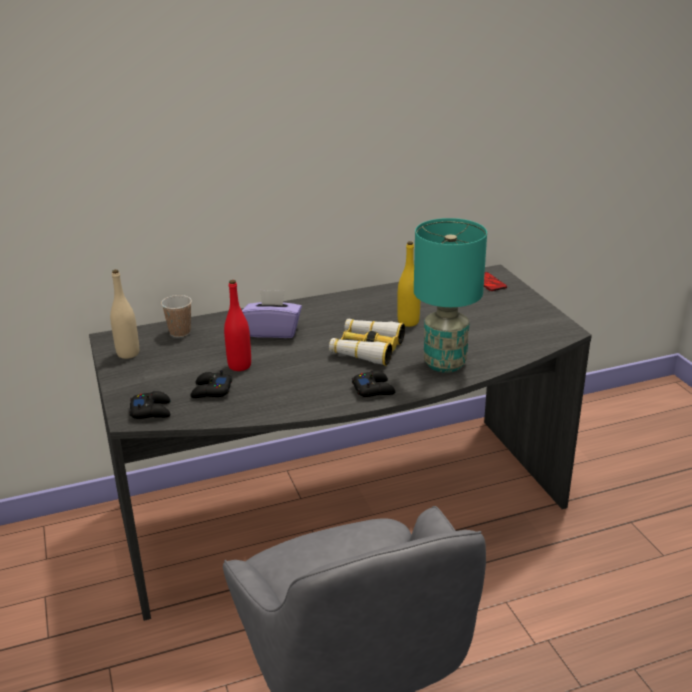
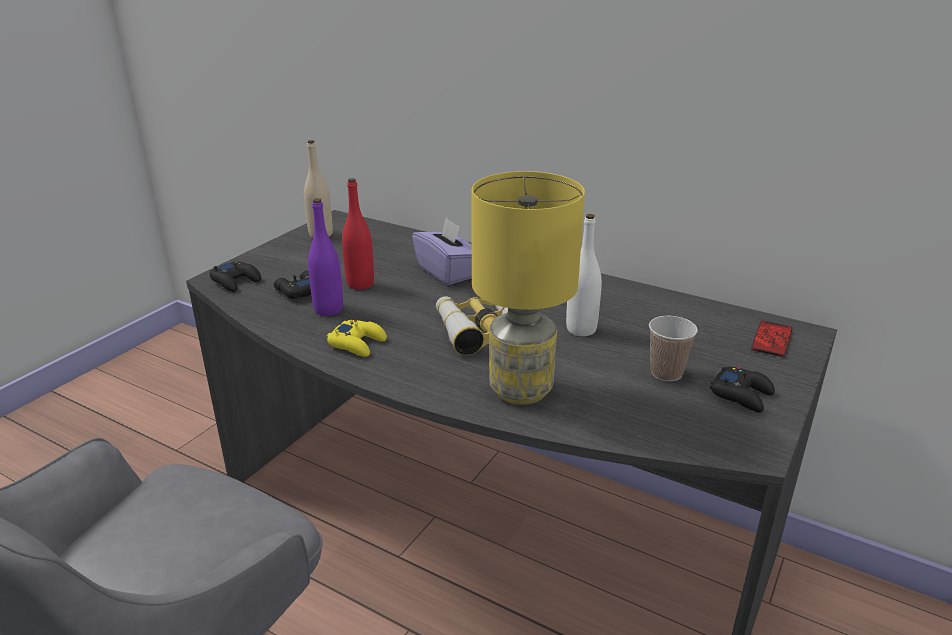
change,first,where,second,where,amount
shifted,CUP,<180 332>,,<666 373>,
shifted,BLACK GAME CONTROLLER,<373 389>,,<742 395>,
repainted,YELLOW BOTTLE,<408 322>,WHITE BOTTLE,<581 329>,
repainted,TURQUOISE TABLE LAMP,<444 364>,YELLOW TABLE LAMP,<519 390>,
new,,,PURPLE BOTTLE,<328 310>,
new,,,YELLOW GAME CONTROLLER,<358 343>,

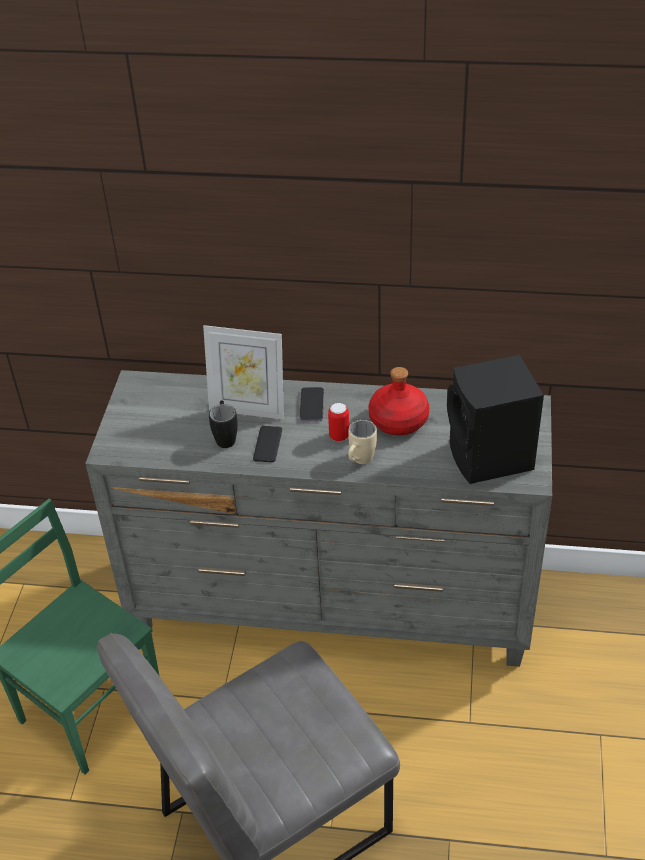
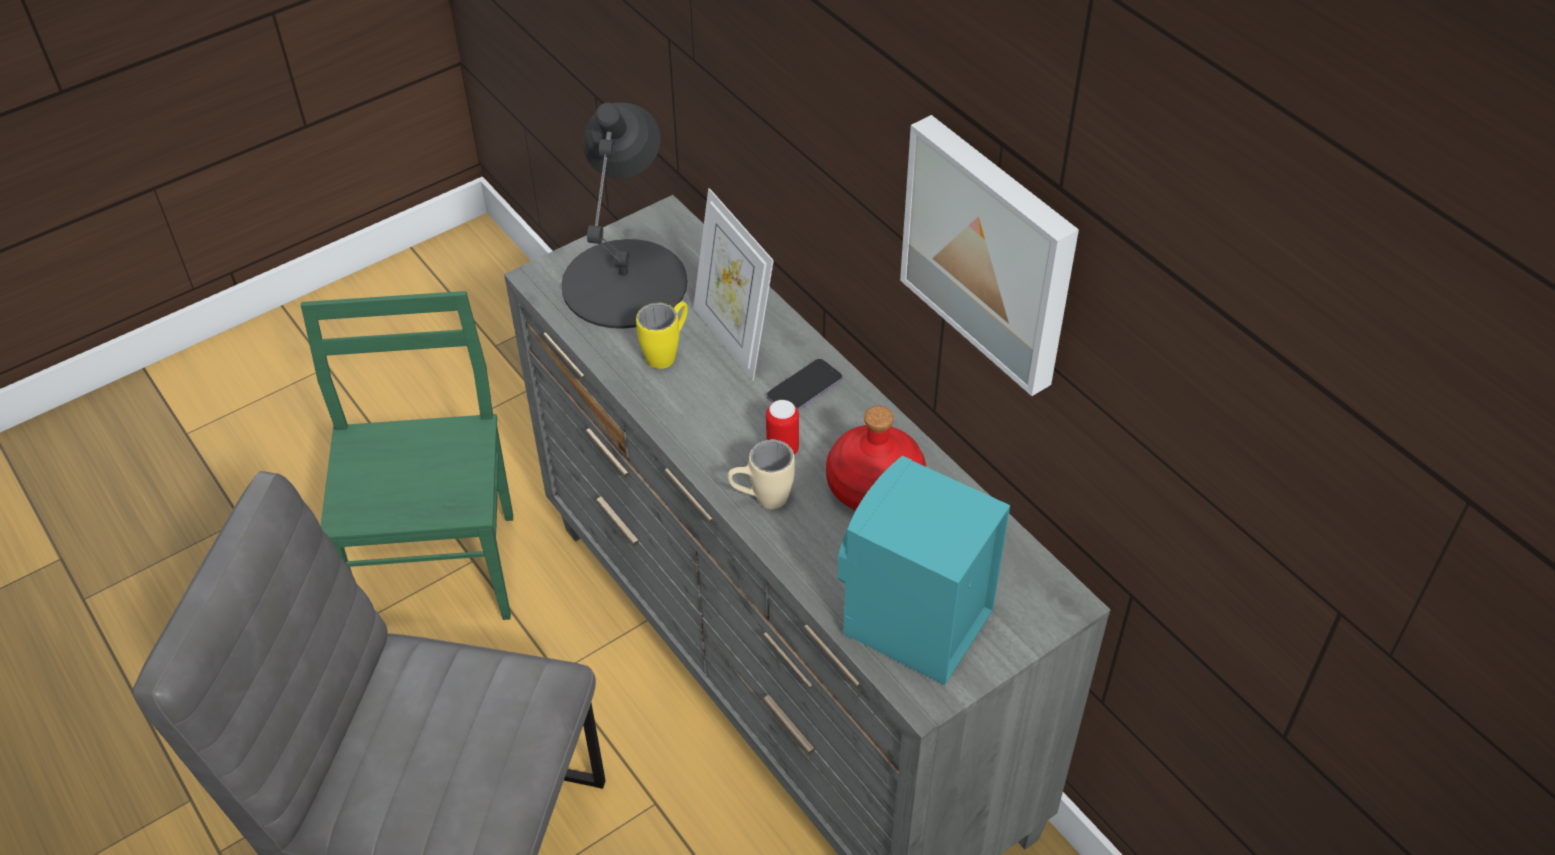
change,first,where,second,where,amount
repainted,BLACK MUG,<225 437>,YELLOW MUG,<667 352>,
gone,PHONE,<267 444>,,,
repainted,BLACK SPEAKER,<490 459>,TURQUOISE SPEAKER,<913 625>,
new,,,BLACK TABLE LAMP,<626 282>,
new,,,PICTURE,<992 251>,

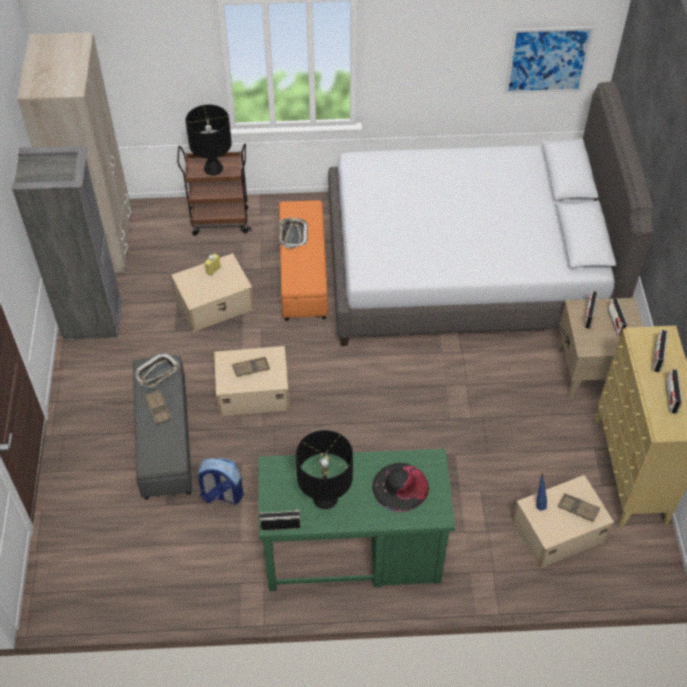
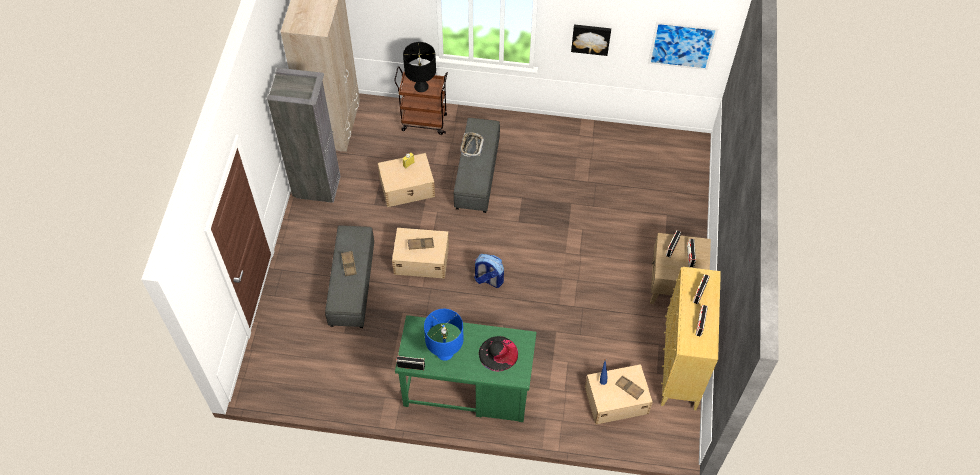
change,first,where,second,where,amount
gone,TRAY,<157 373>,,,
shifted,BACKPACK,<221 494>,,<488 279>,
repainted,ORANGE OTTOMAN,<304 274>,GREY OTTOMAN,<477 174>,
repainted,BLACK TABLE LAMP,<325 499>,BLUE TABLE LAMP,<445 353>,
gone,GREY BED,<467 267>,,,
new,,,PICTURE,<591 38>,

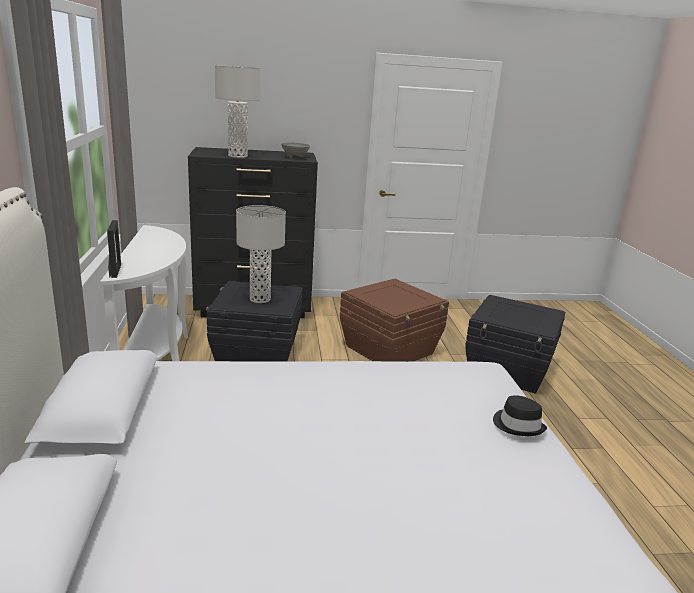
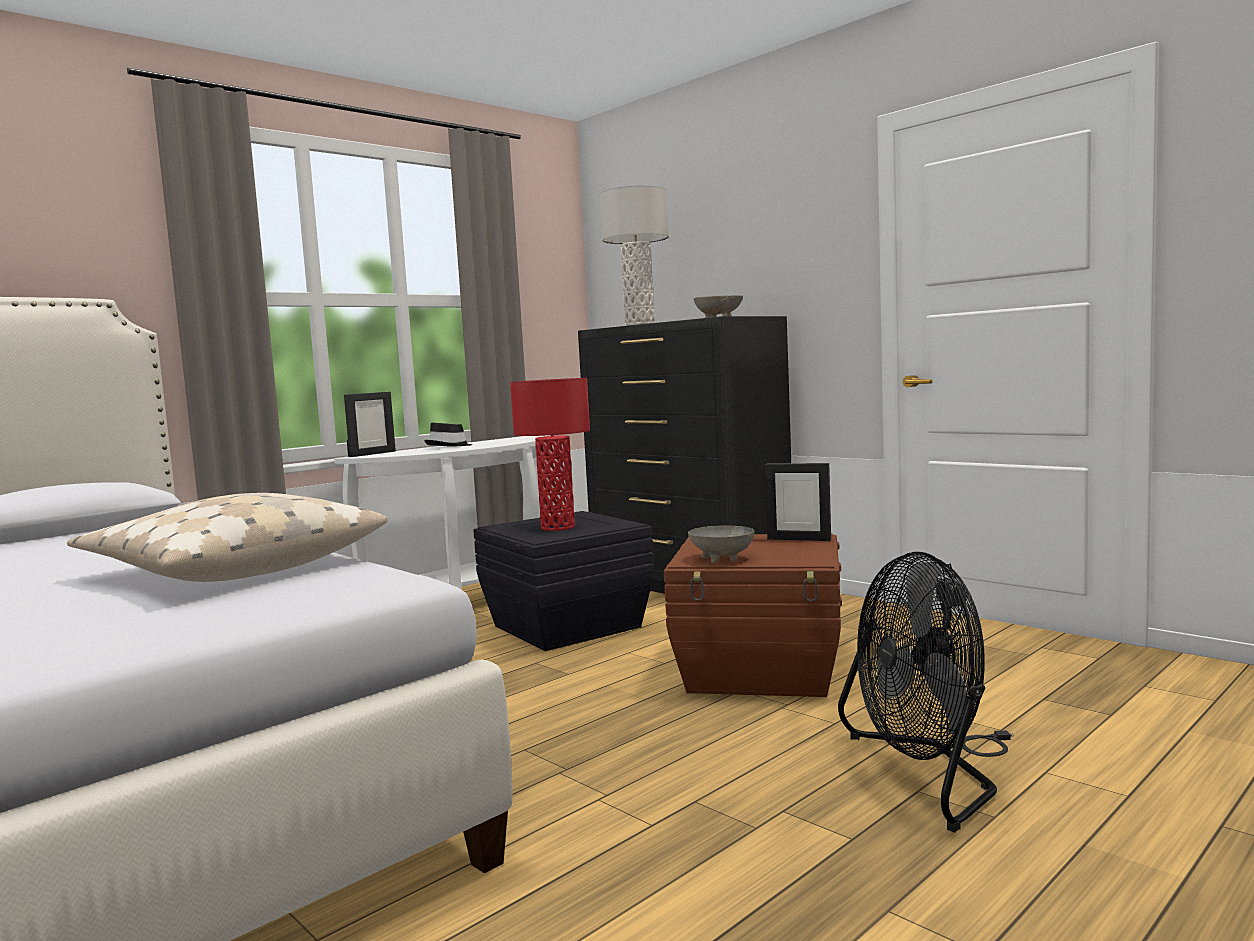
change,first,where,second,where,amount
repainted,WHITE TABLE LAMP,<260 299>,RED TABLE LAMP,<558 527>,
swapped,BLACK STORAGE BOX,<509 370>,BLACK FAN,<932 770>,
shifted,BLACK HAT,<518 425>,,<449 446>,
new,,,BEIGE PILLOW,<232 568>,
new,,,GREY BOWL,<723 559>,
new,,,PICTURE FRAME,<799 539>,

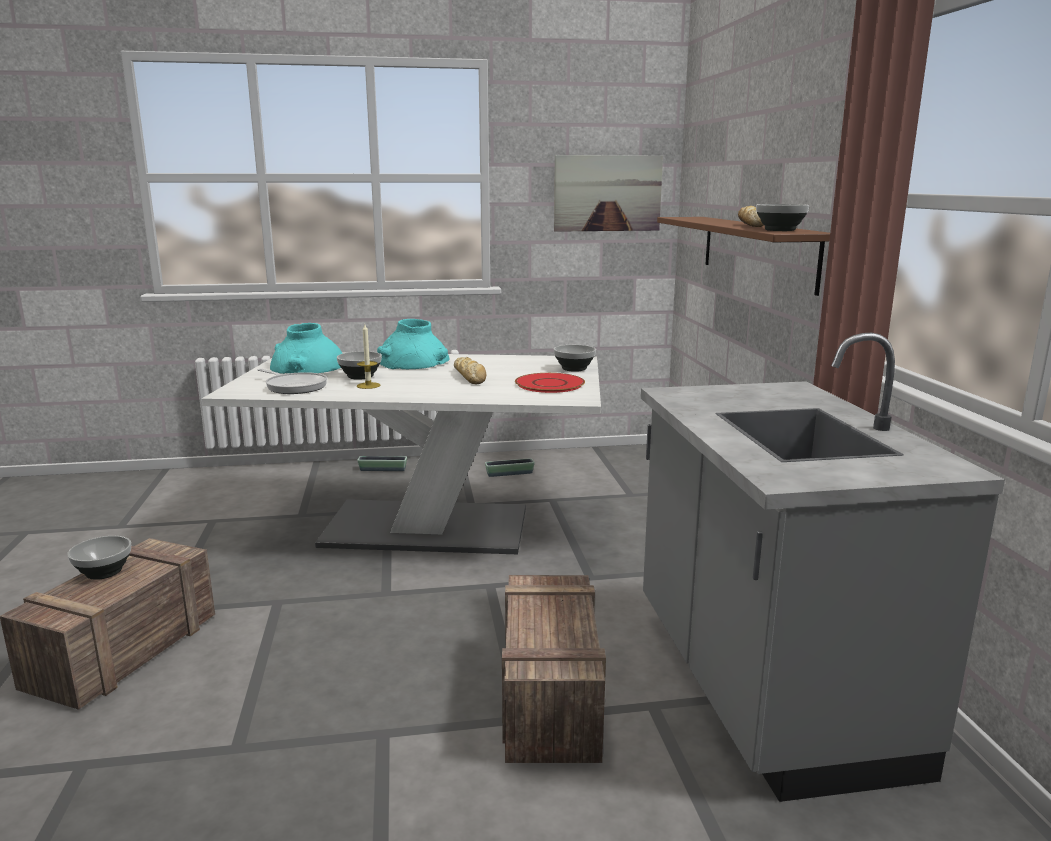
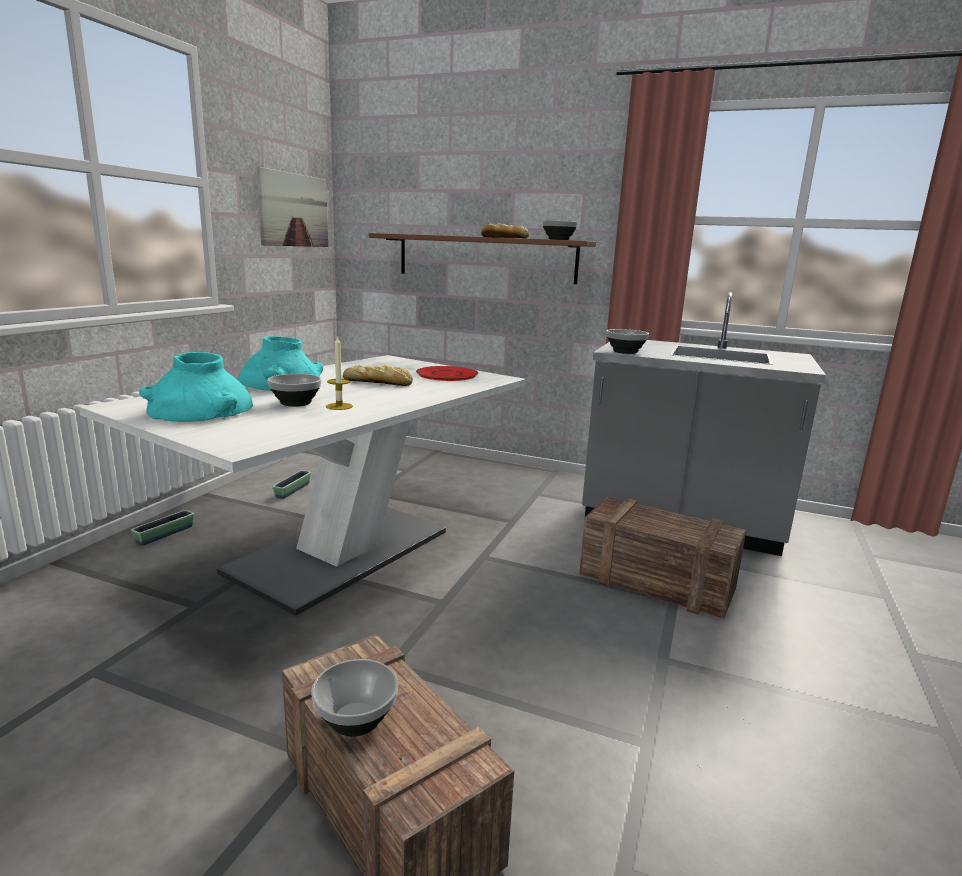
change,first,where,second,where,amount
gone,FRYING PAN,<294 386>,,,
shifted,BOWL,<573 369>,,<625 352>,

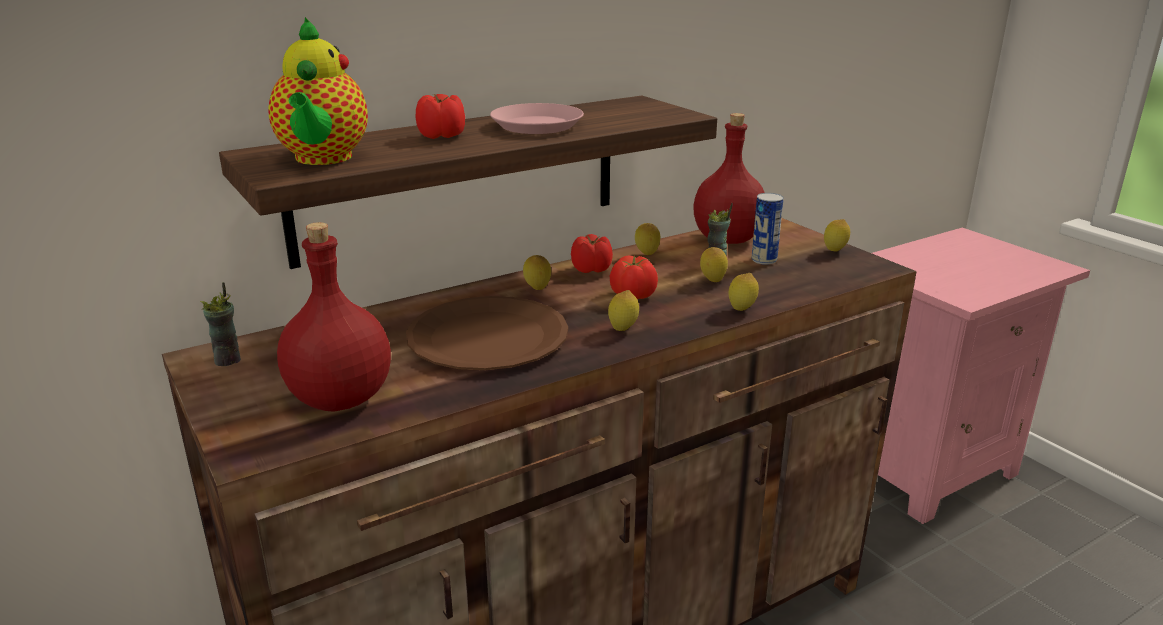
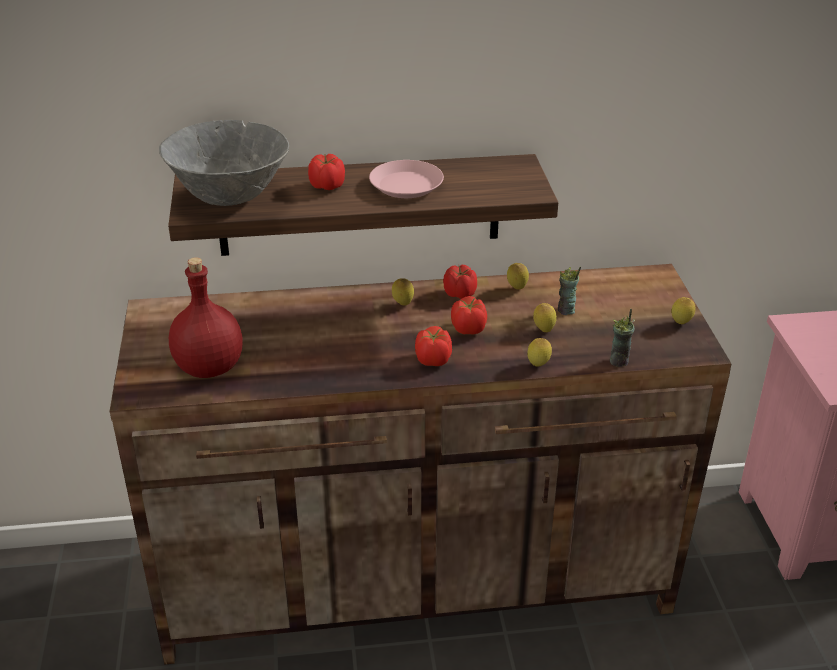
change,first,where,second,where,amount
shifted,CUP,<228 360>,,<619 361>,
swapped,TEAPOT,<323 159>,GREY BOWL,<229 199>,
gone,BROWN PLATE,<488 337>,,,
swapped,LEMON,<623 330>,TOMATO,<432 360>,
gone,RED BOTTLE,<728 239>,,,
gone,CAN,<764 260>,,,

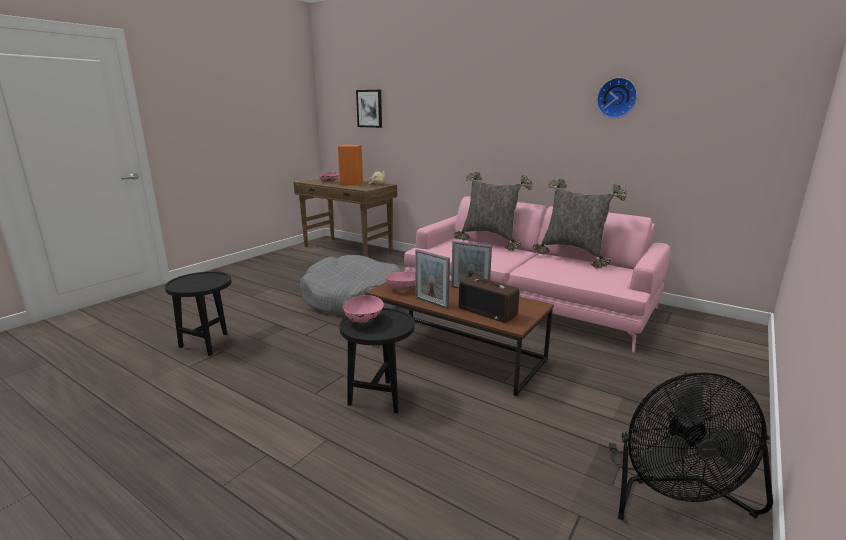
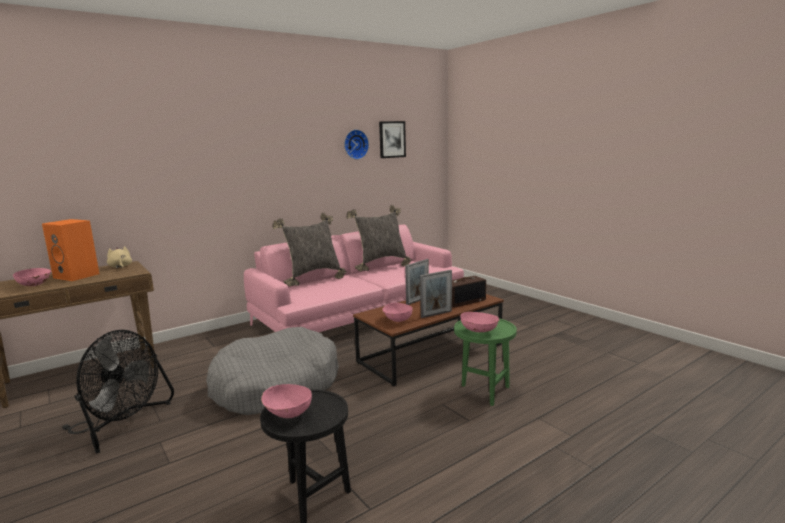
change,first,where,second,where,amount
repainted,BLACK SIDE TABLE,<379 396>,GREEN SIDE TABLE,<483 391>,
shifted,PICTURE,<369 108>,,<392 139>,
shifted,BLACK FAN,<668 495>,,<119 425>,
new,,,PINK BOWL,<287 413>,

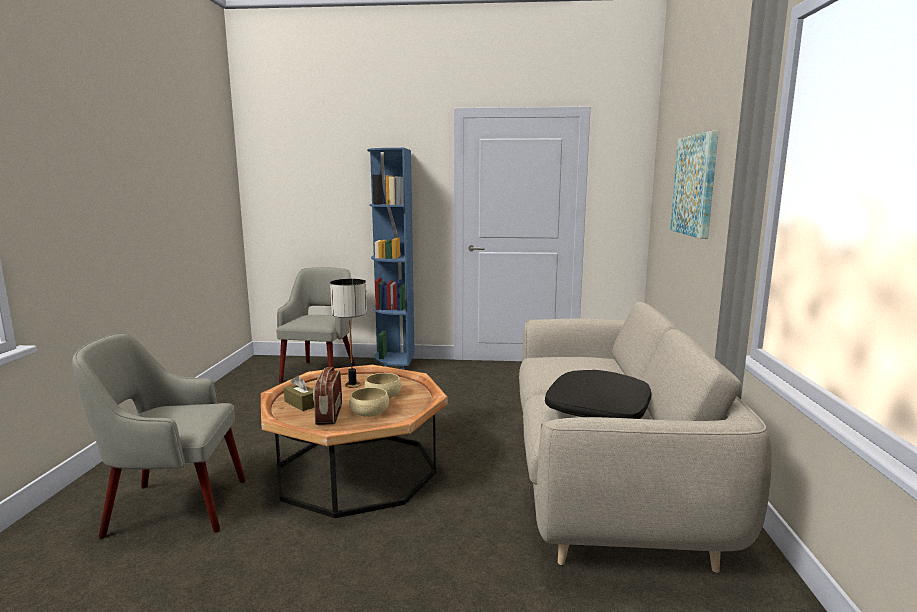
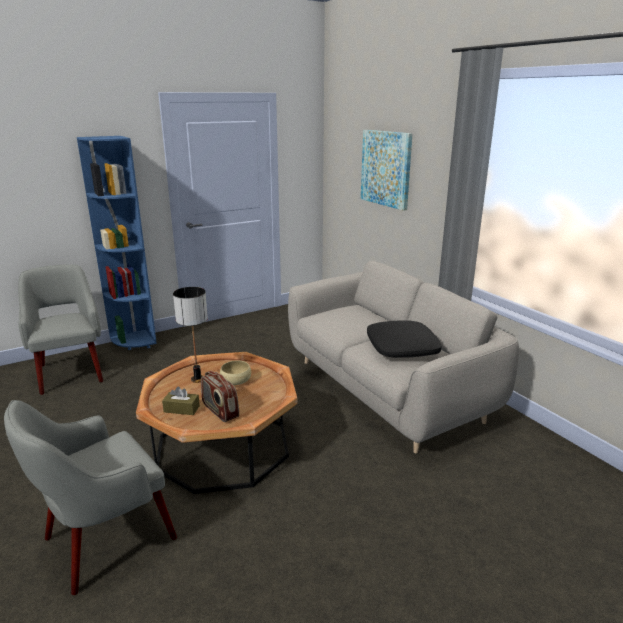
change,first,where,second,where,amount
gone,BEIGE BOWL,<369 412>,,,

